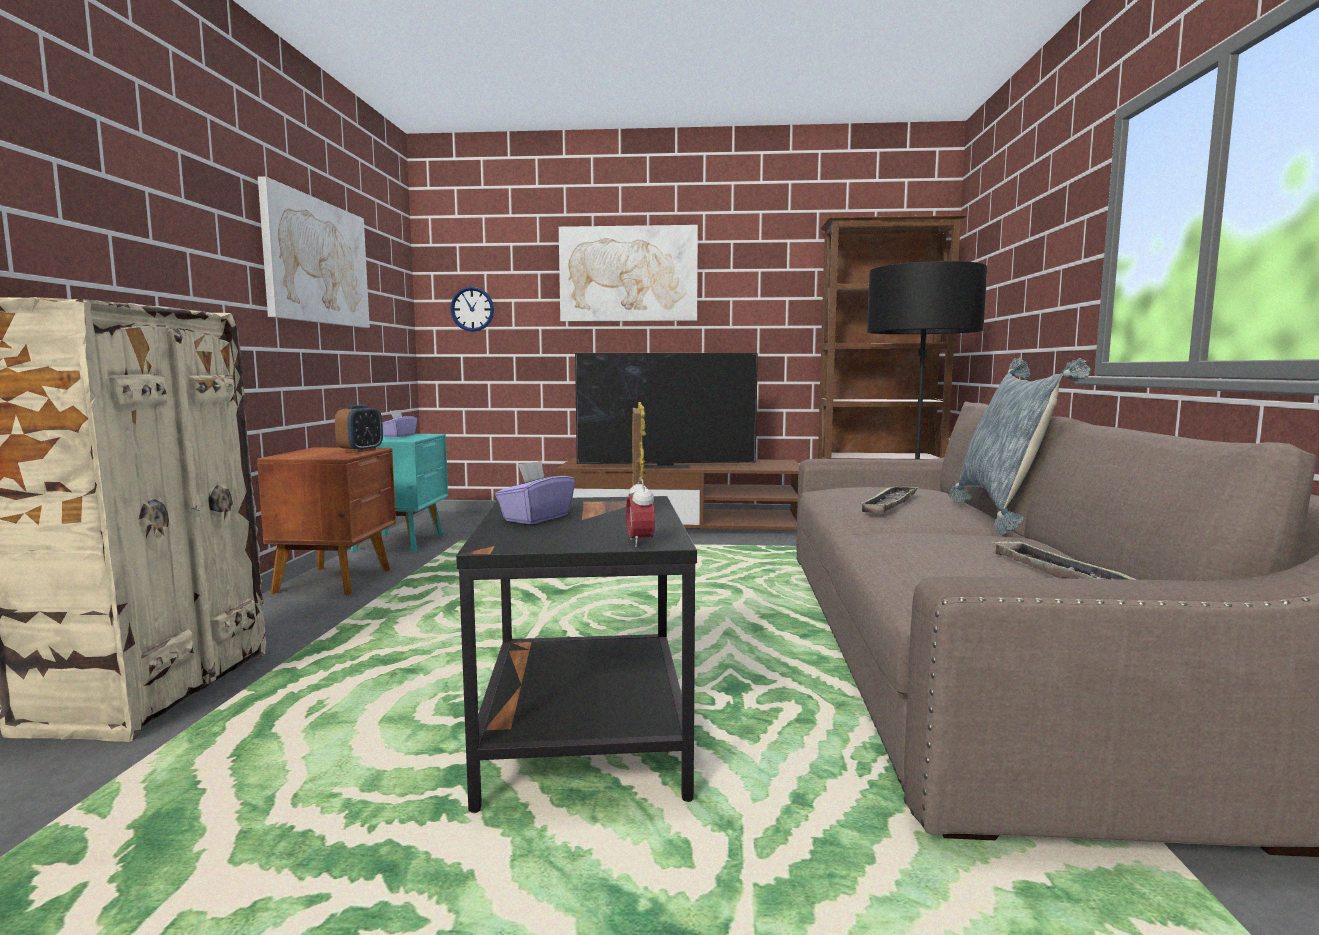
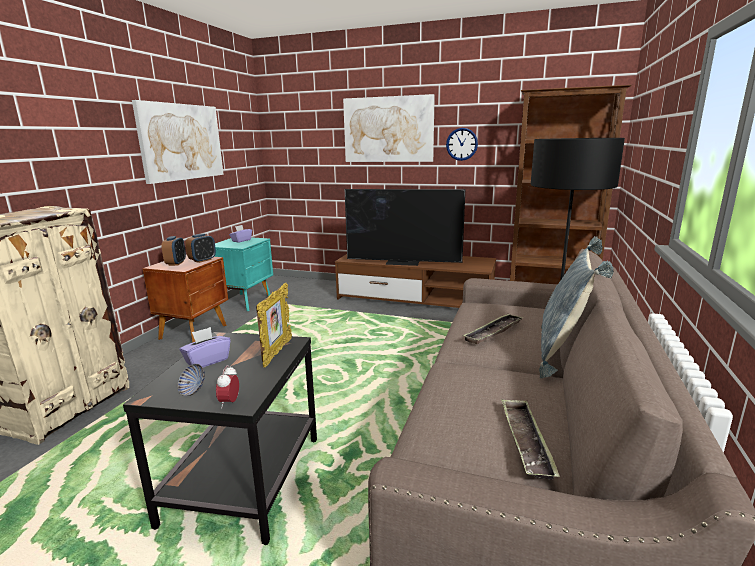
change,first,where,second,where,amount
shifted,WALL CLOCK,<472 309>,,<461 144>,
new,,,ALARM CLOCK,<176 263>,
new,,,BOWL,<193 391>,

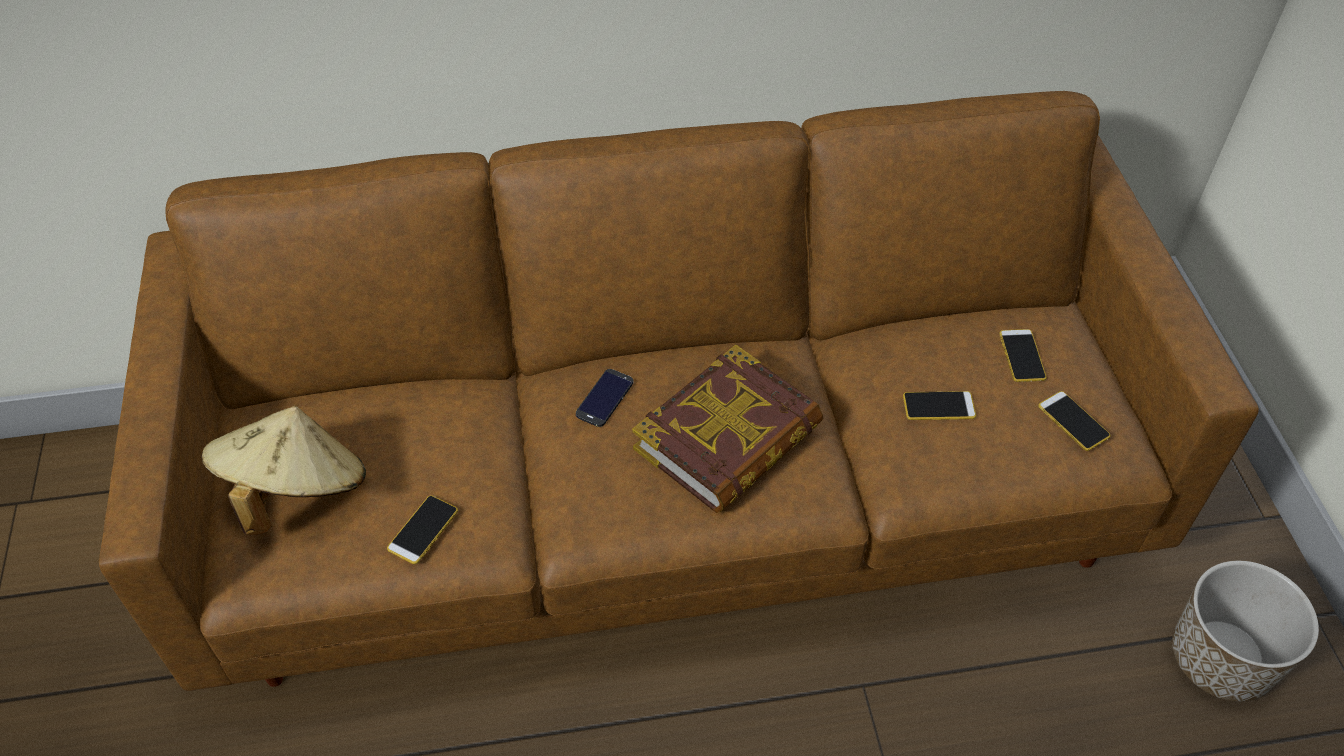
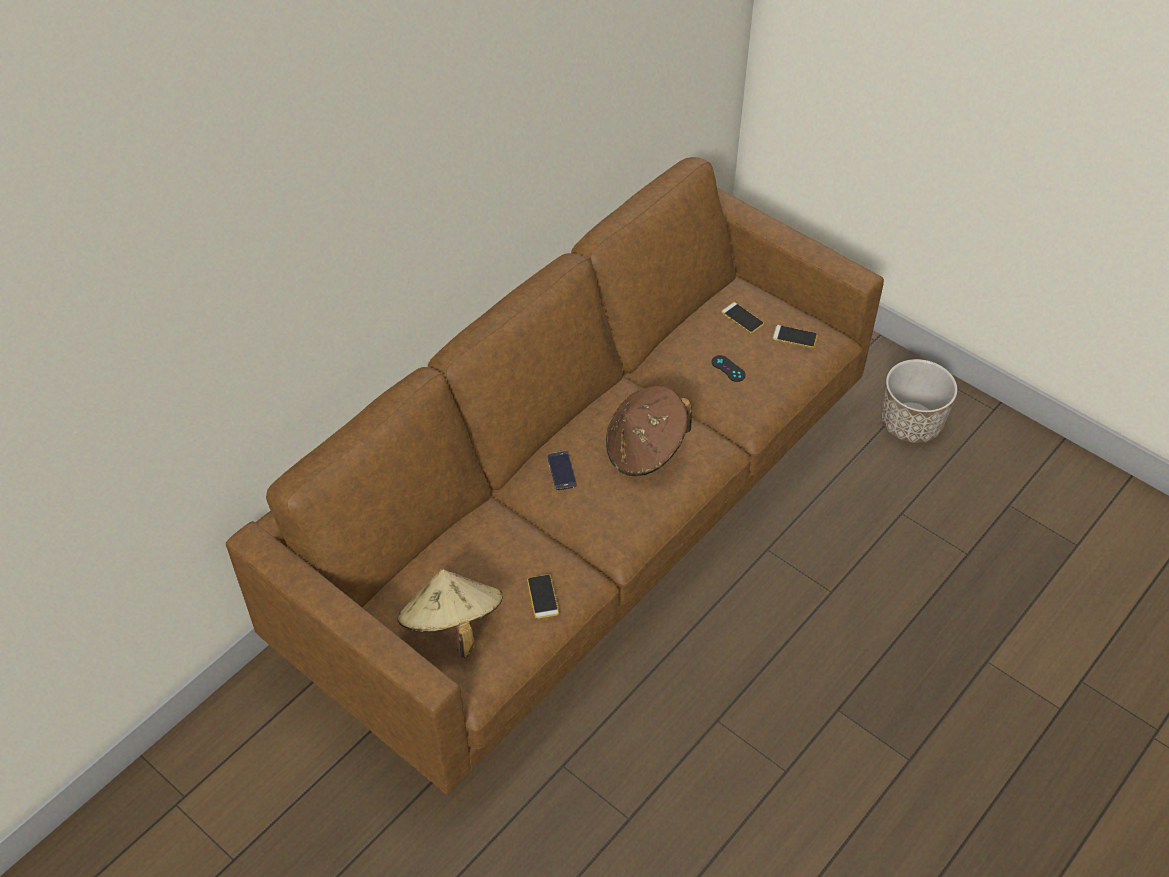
change,first,where,second,where,amount
swapped,BOOK,<728 438>,BROWN HAT,<645 450>,
swapped,PHONE,<938 406>,BLACK GAME CONTROLLER,<728 368>,

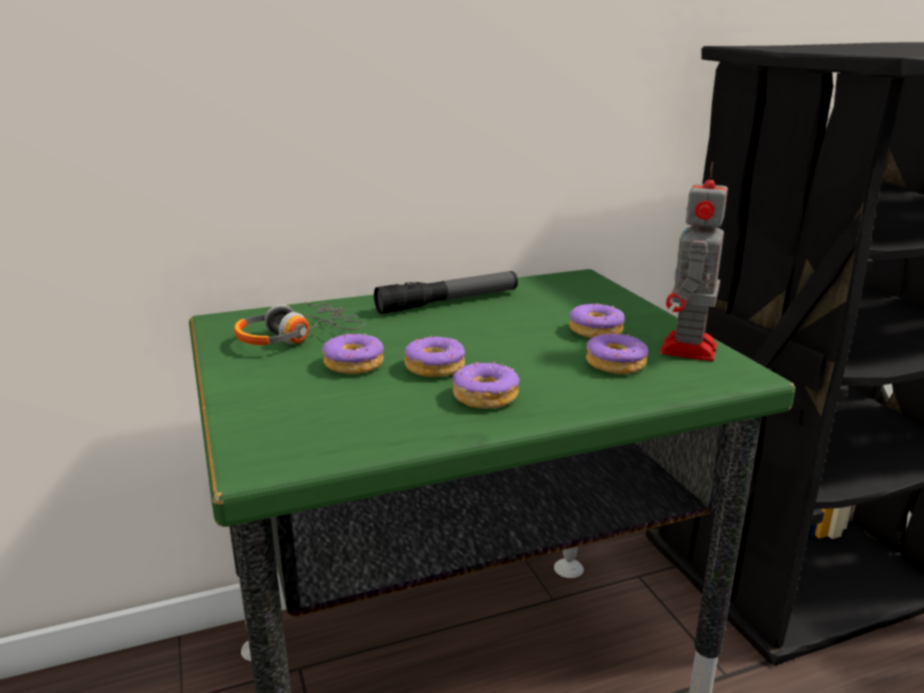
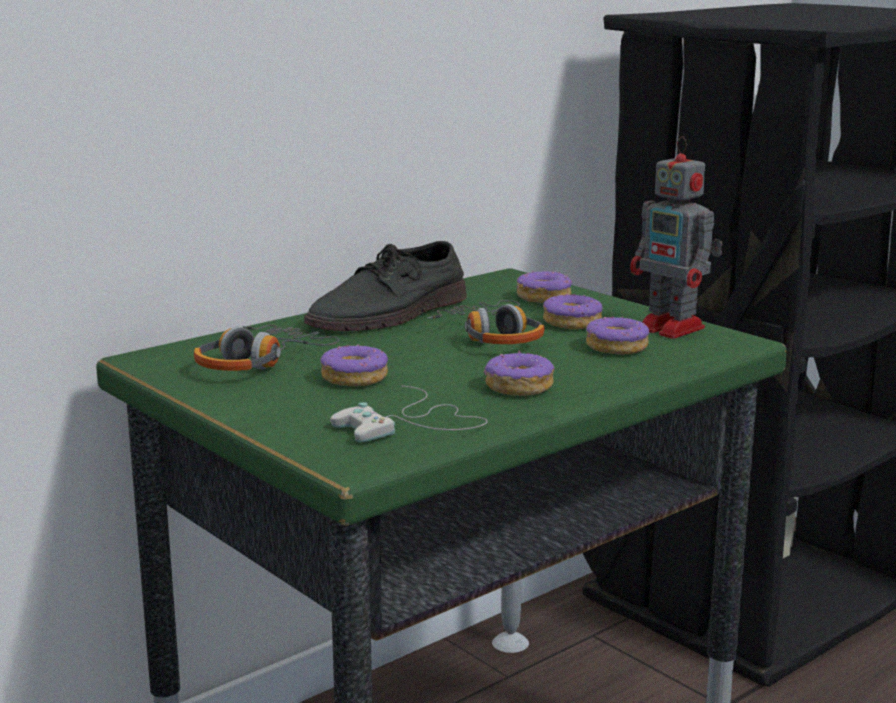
change,first,where,second,where,amount
swapped,FLASHLIGHT,<448 302>,GREY SHOE,<390 314>,
shifted,DONUT,<435 367>,,<543 297>,
rotated,TOY ROBOT,<688 350>,,<674 329>,45 degrees counterclockwise
new,,,WHITE GAME CONTROLLER,<413 424>,
new,,,HEADPHONES,<493 337>,

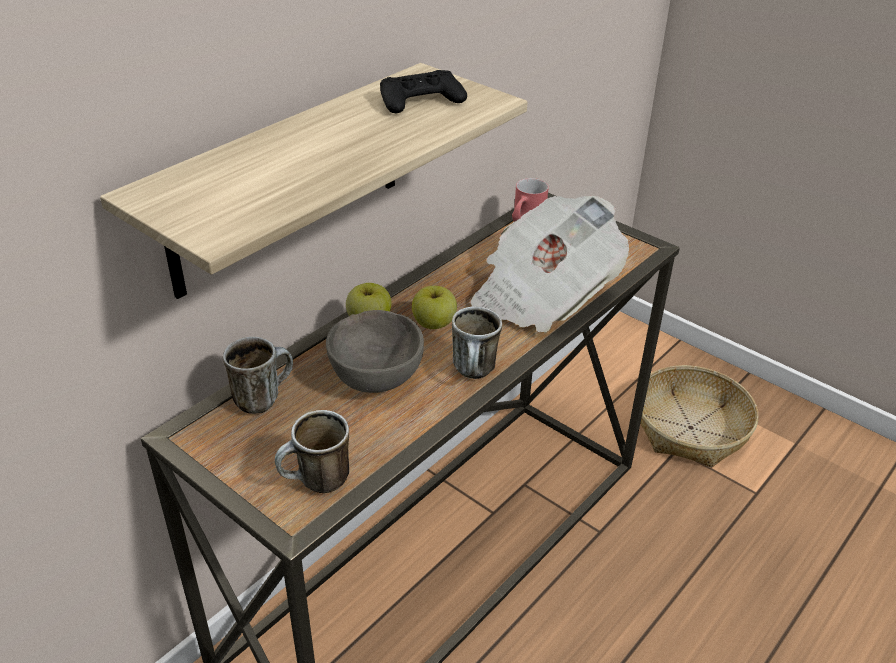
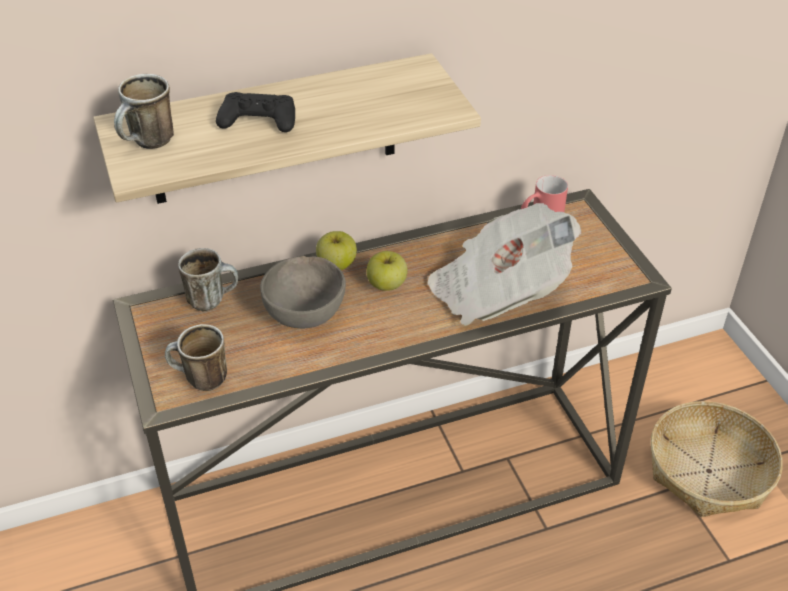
change,first,where,second,where,amount
shifted,BLACK GAME CONTROLLER,<420 101>,,<258 120>,
shifted,MUG,<476 373>,,<149 144>,

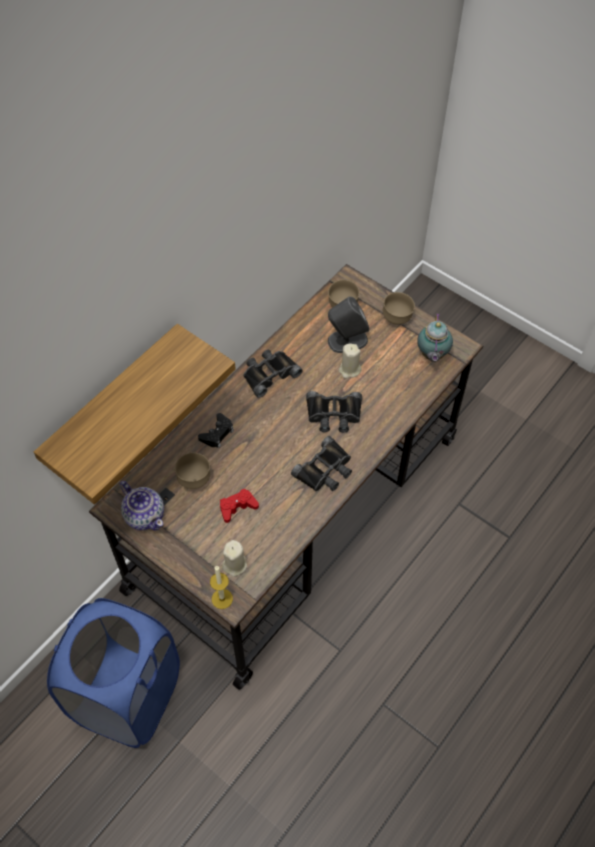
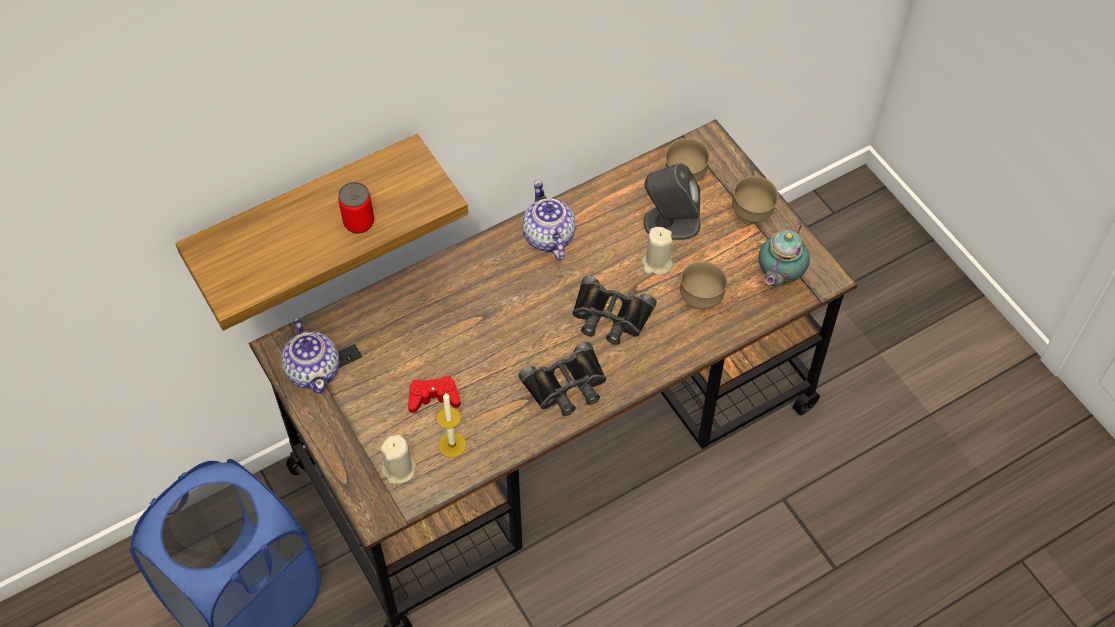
change,first,where,second,where,amount
shifted,BROWN BOWL,<194 480>,,<701 299>,
gone,BLACK GAME CONTROLLER,<217 433>,,,
shifted,CANDLE,<222 599>,,<452 445>,
swapped,BLACK BINOCULARS,<269 374>,TEAPOT,<548 237>,
new,,,CAN,<359 222>,

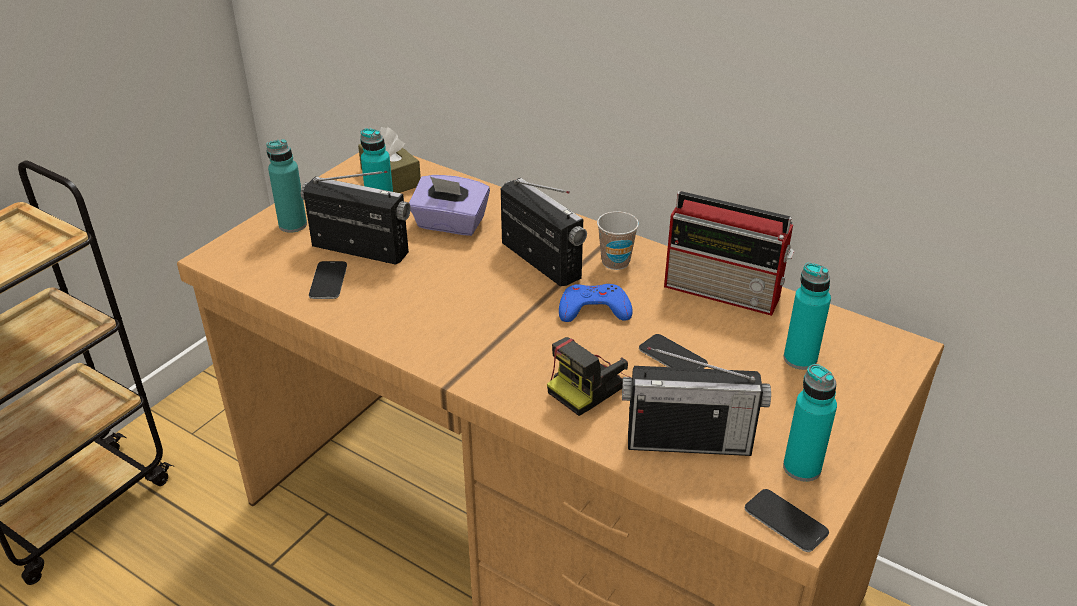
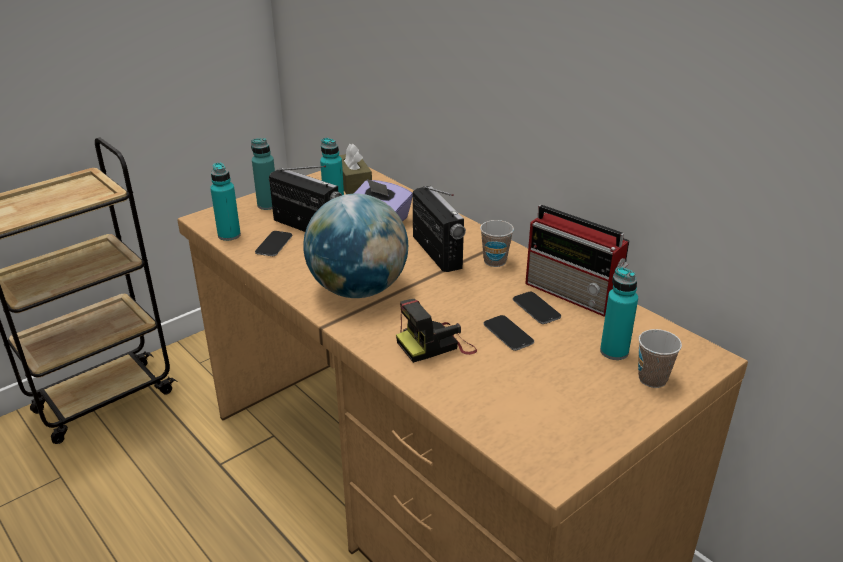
change,first,where,second,where,amount
gone,BLUE GAME CONTROLLER,<593 309>,,,
gone,RADIO,<688 442>,,,
shifted,PHONE,<785 521>,,<536 309>,
shifted,TURQUOISE BOTTLE,<802 468>,,<229 235>,
new,,,GLOBE,<358 290>,
new,,,CUP,<652 379>,

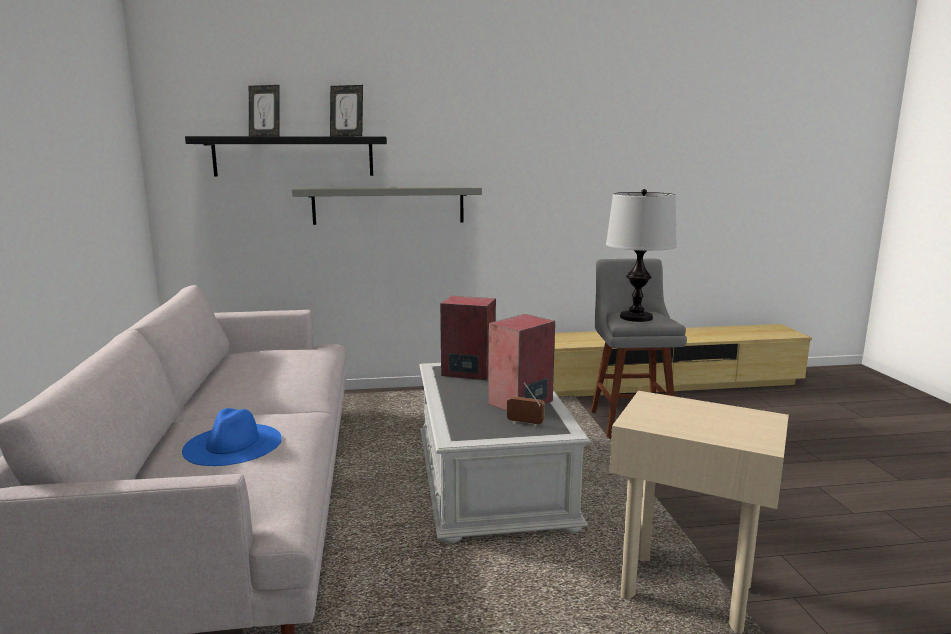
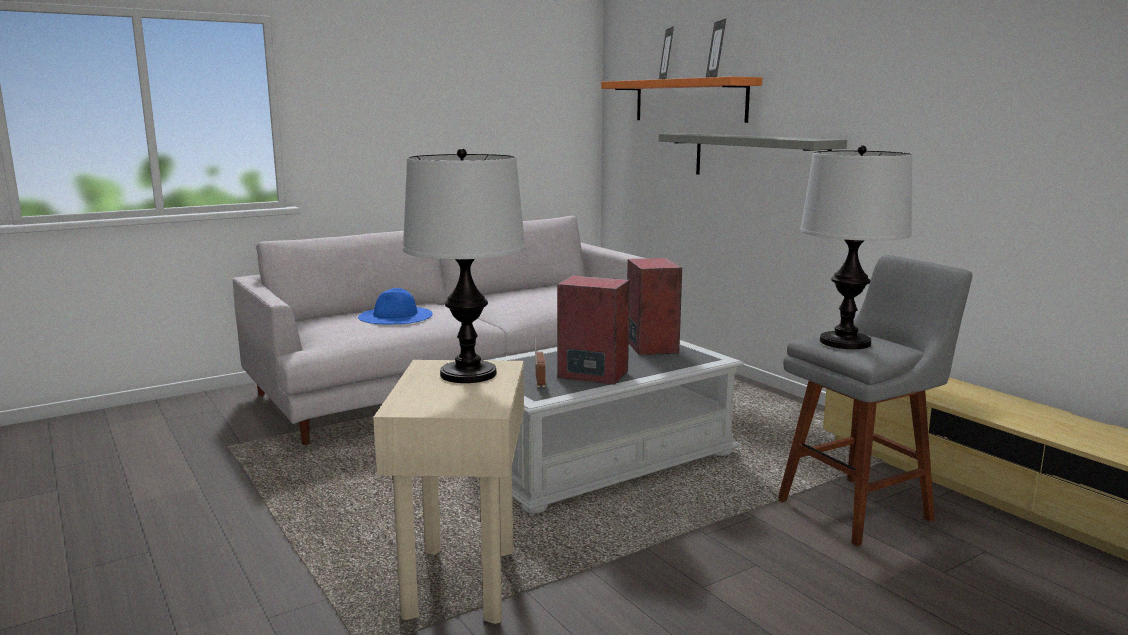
change,first,where,second,where,amount
repainted,BLACK SHELF,<293 156>,ORANGE SHELF,<689 100>,
new,,,TABLE LAMP,<468 374>,

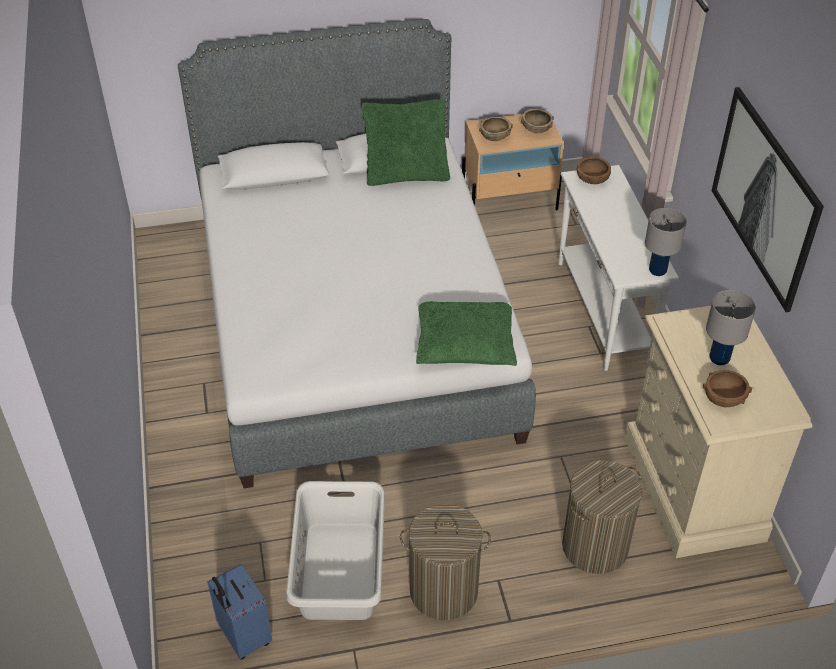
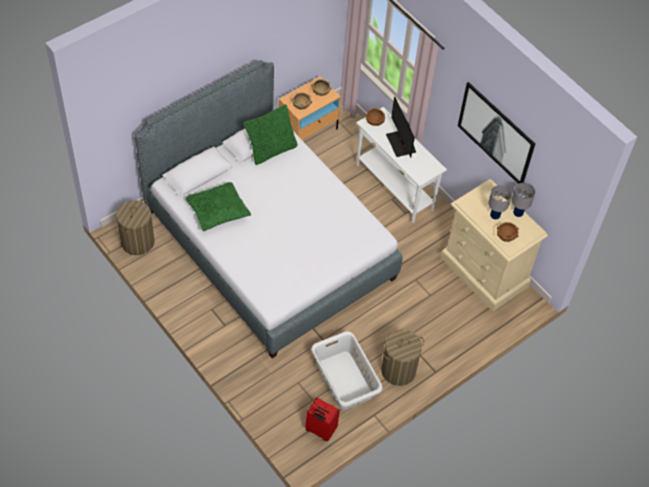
change,first,where,second,where,amount
repainted,BLUE SUITCASE,<243 636>,RED SUITCASE,<320 430>,
shifted,GREEN PILLOW,<465 345>,,<218 211>,
shifted,LAUNDRY BASKET,<595 546>,,<137 242>,
shifted,GREY TABLE LAMP,<657 271>,,<518 214>,
new,,,MONITOR,<401 143>,

